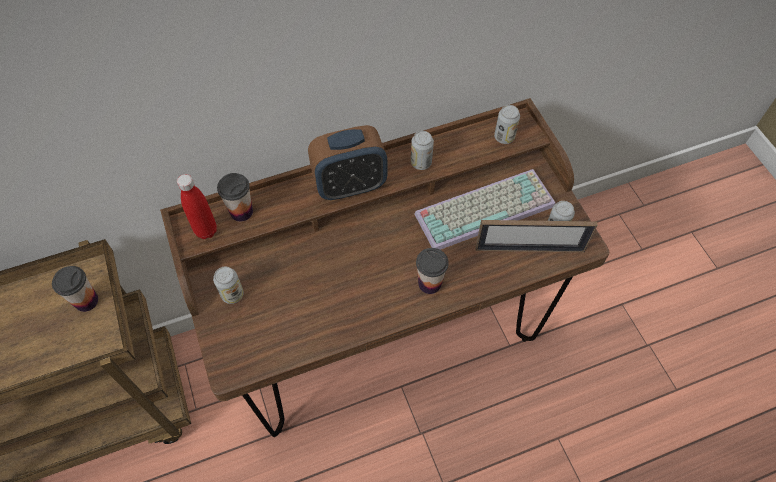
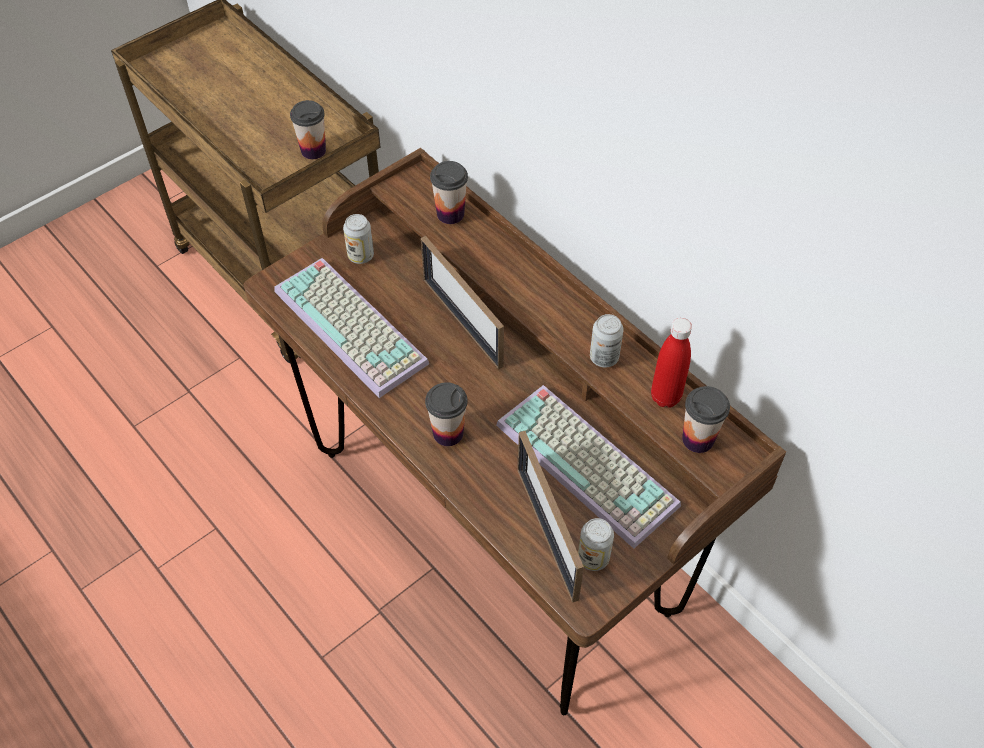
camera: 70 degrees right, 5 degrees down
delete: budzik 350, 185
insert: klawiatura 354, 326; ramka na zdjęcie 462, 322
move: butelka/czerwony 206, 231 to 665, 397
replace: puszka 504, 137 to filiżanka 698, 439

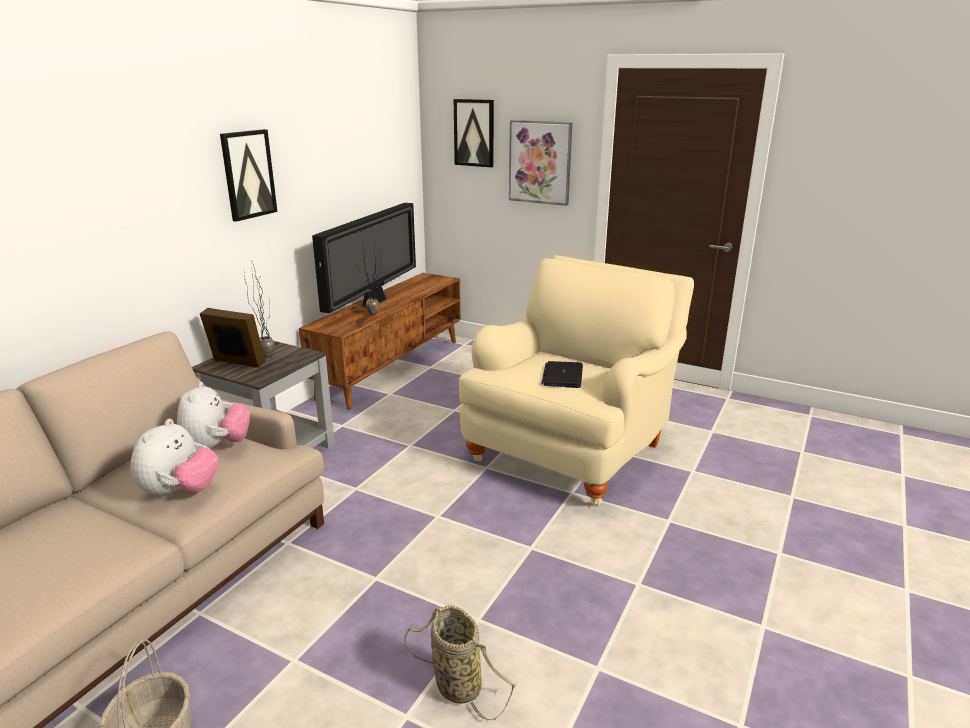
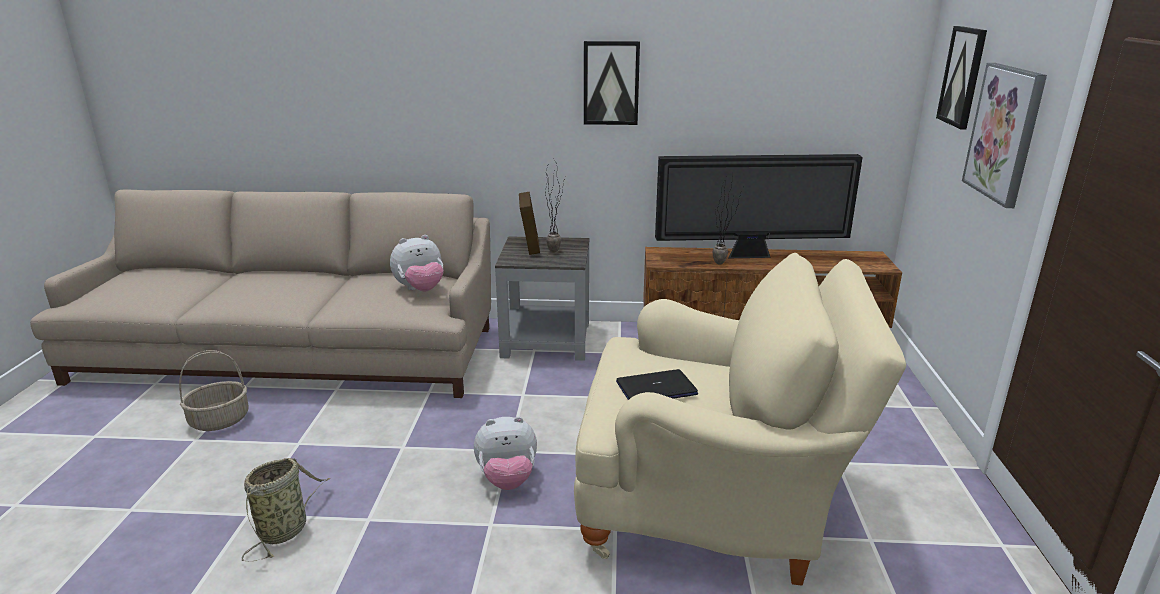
camera: 65 degrees right, 0 degrees up
move: pluszak 180, 492 to 507, 480

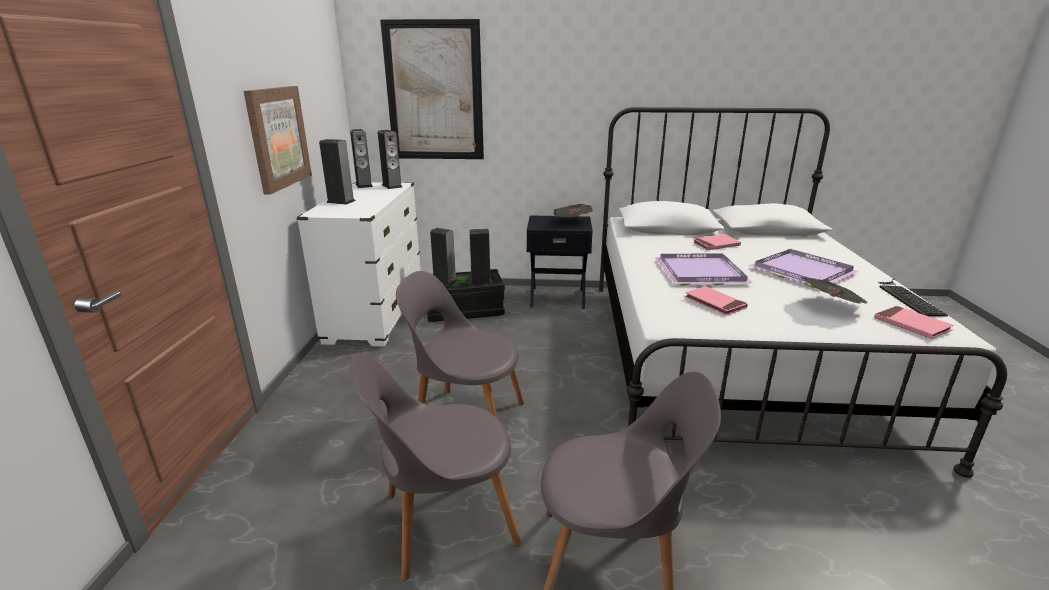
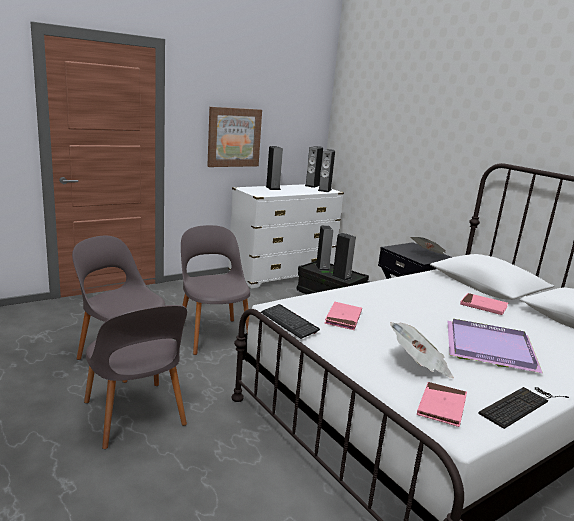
camera: 50 degrees right, 5 degrees down
delete: obraz 434, 92; taca/fioletowy 701, 272
insert: klawiatura 289, 322

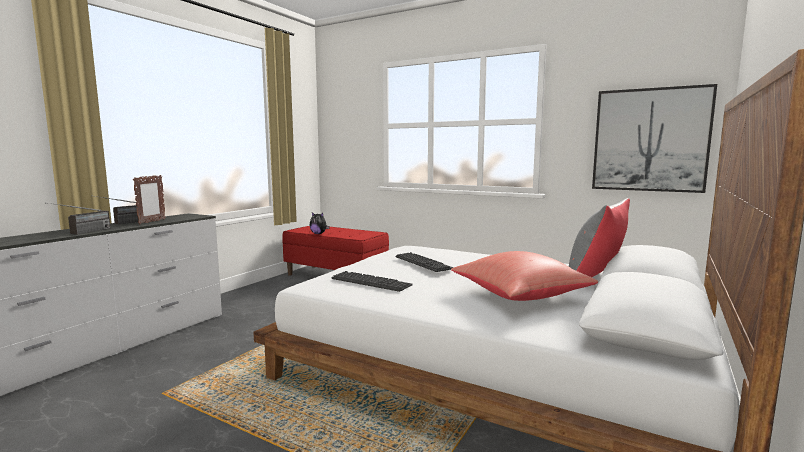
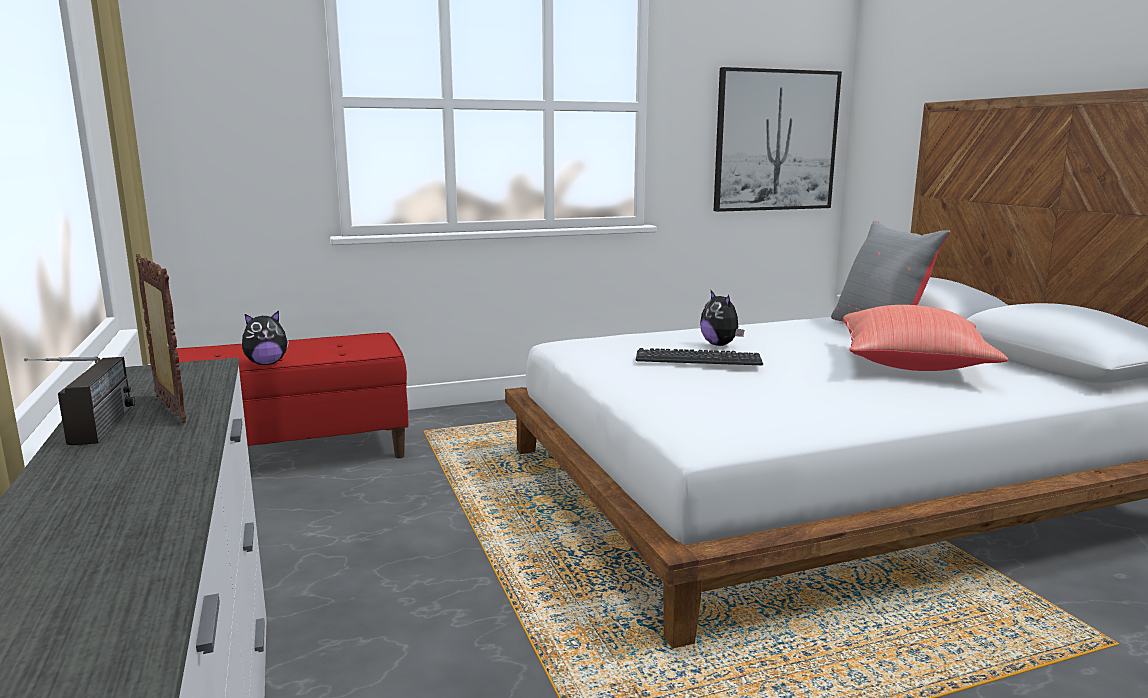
camera: 50 degrees left, 5 degrees up
delete: radio 82, 232; klawiatura 371, 282
insert: pluszak 720, 345

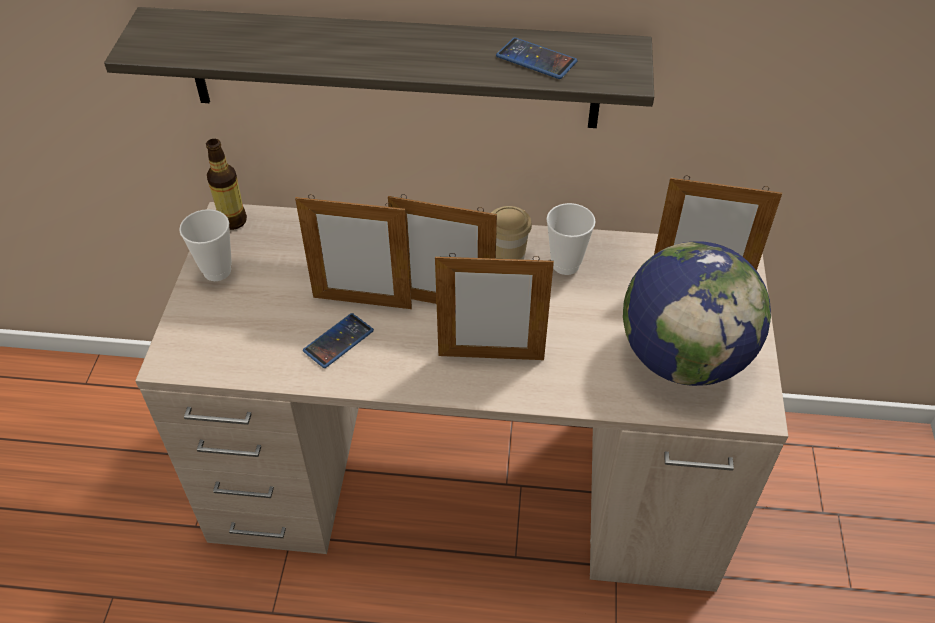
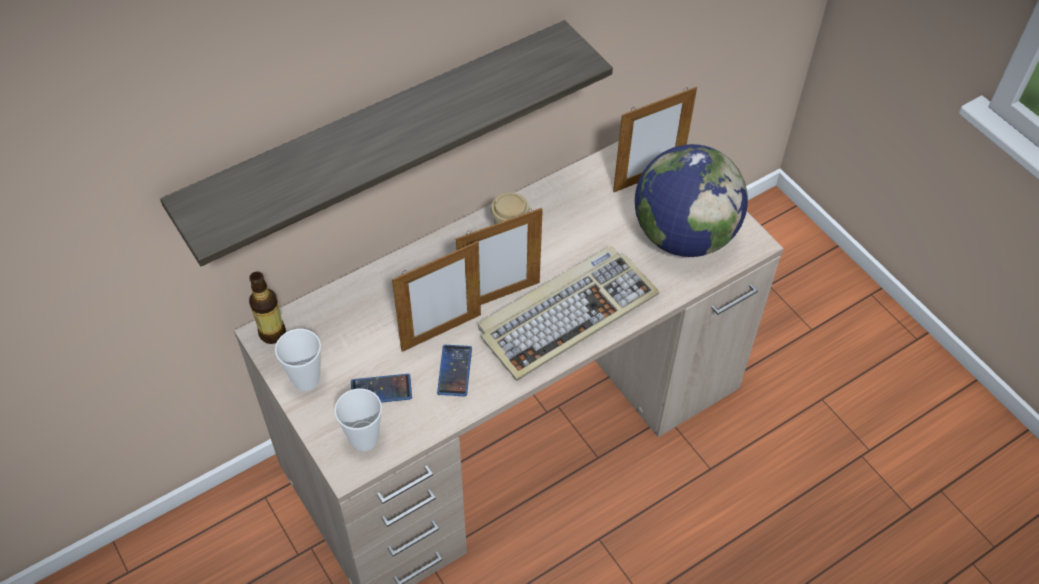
camera: 40 degrees left, 5 degrees up
move: filiżanka 565, 265 to 364, 439; telefon 536, 59 to 381, 390
replace: ramka na zdjęcie 491, 357 to klawiatura 567, 313

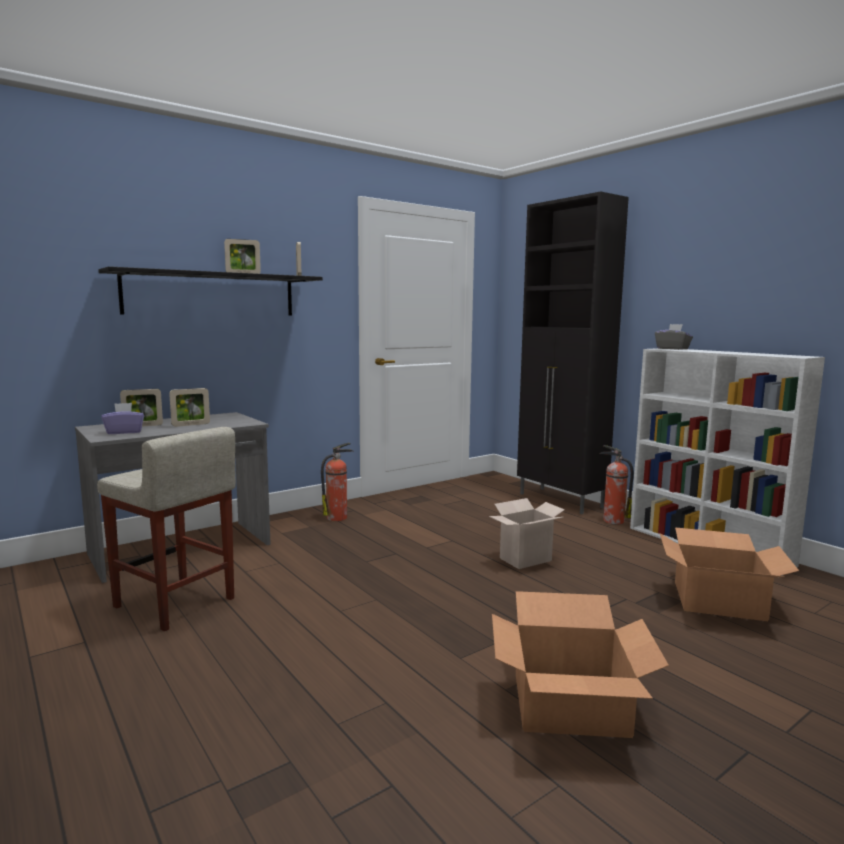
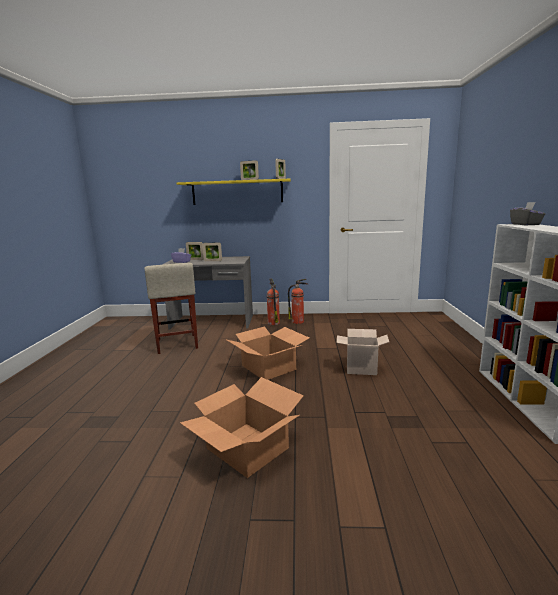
camera: 40 degrees right, 5 degrees up
delete: szafka/czarny 561, 501
move: karton 718, 600 to 269, 367; gaśnica 612, 520 to 273, 323
recolor: półka/czarny 211, 294 to półka/żółty 237, 192

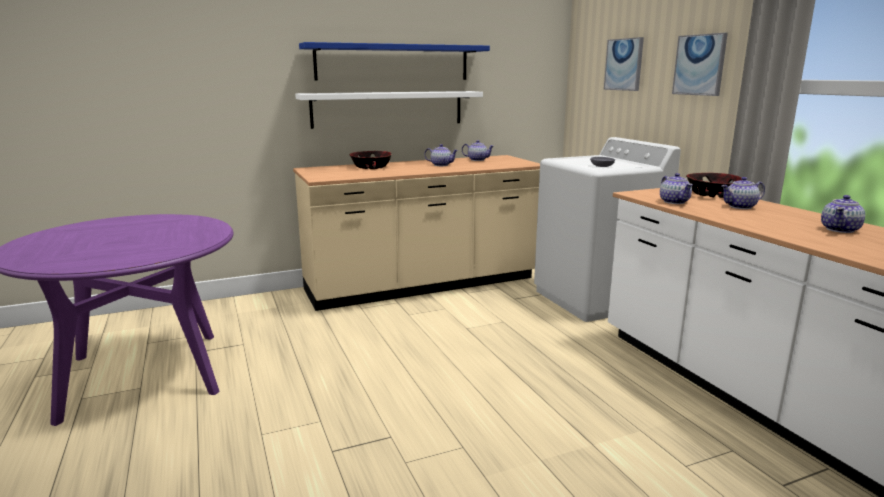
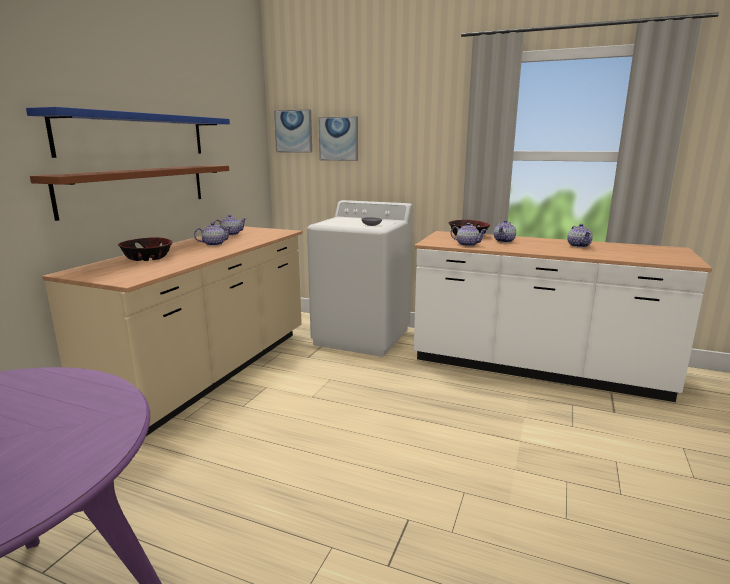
camera: 45 degrees left, 0 degrees up
move: obraz 699, 65 to 293, 131
recolor: półka/biały 388, 109 to półka/brązowy 136, 188

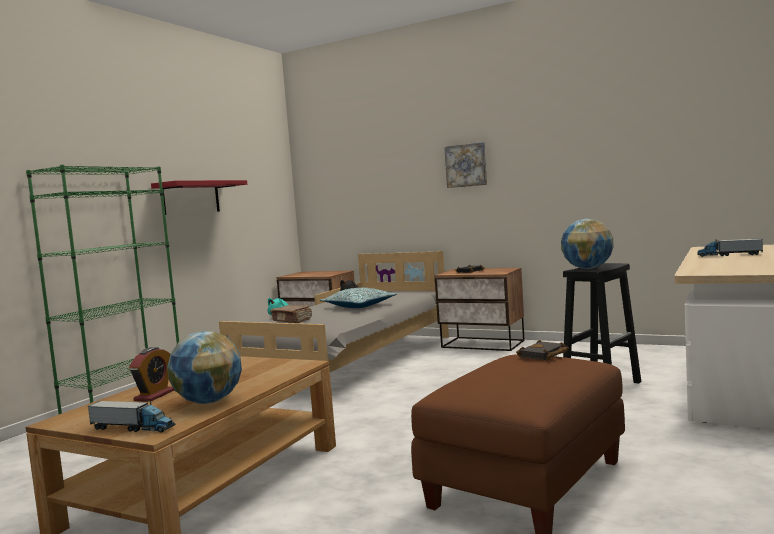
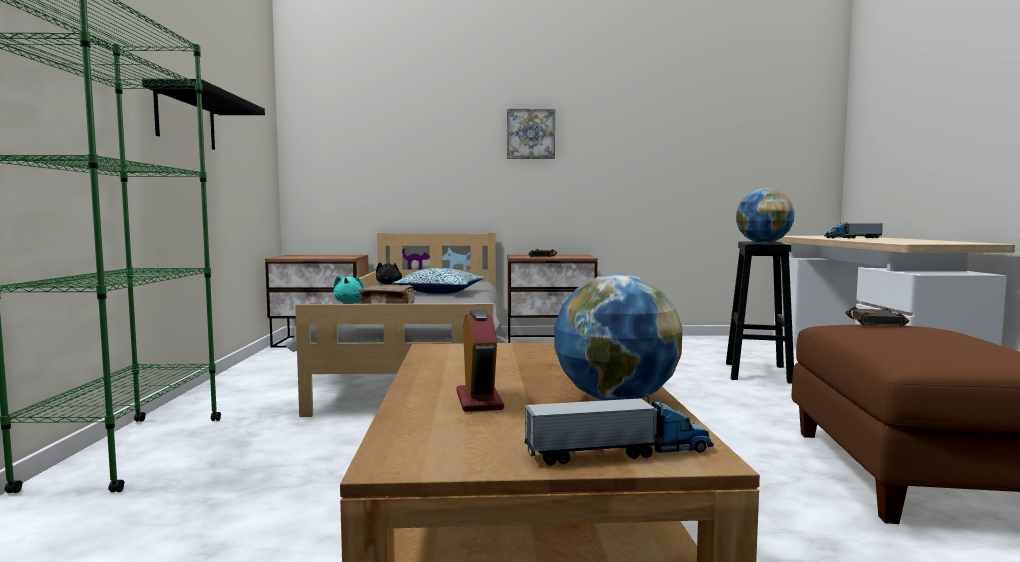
camera: 30 degrees left, 0 degrees up
recolor: półka/czerwony 191, 198 to półka/czarny 186, 119

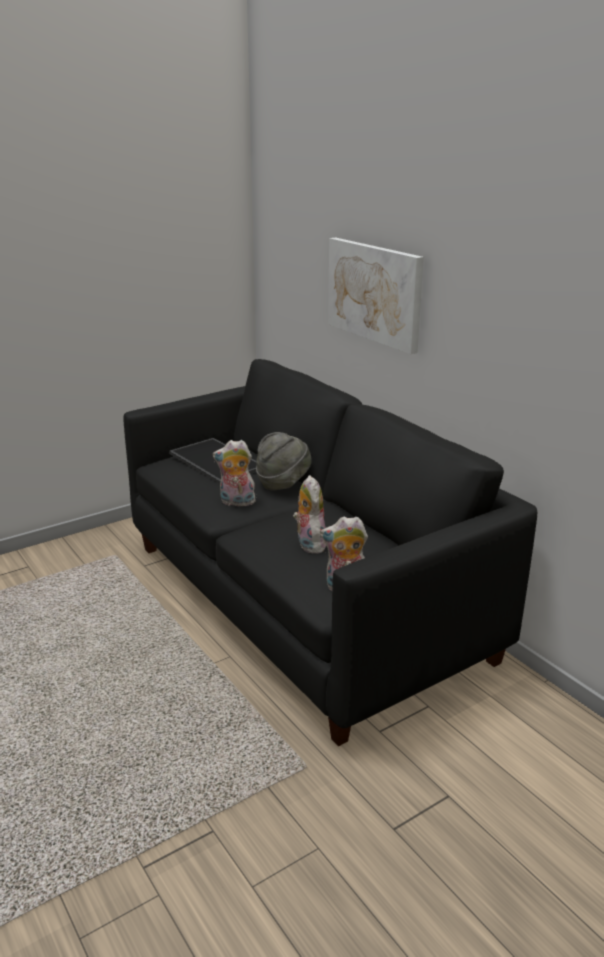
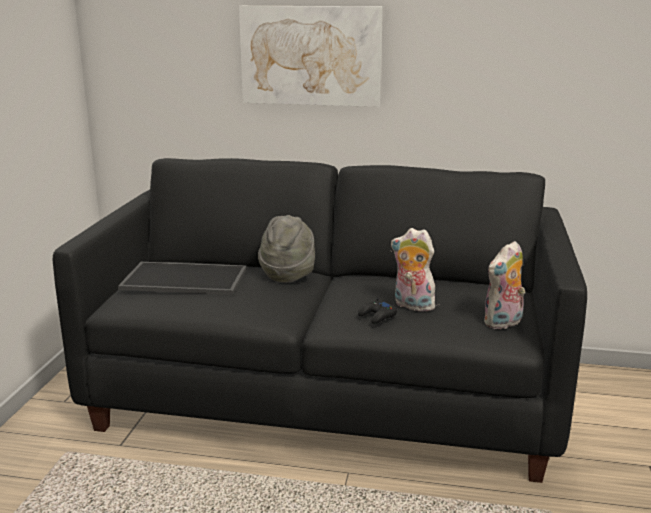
camera: 45 degrees left, 5 degrees down
delete: pluszak 236, 502
insert: pad do gier/czarny 377, 316

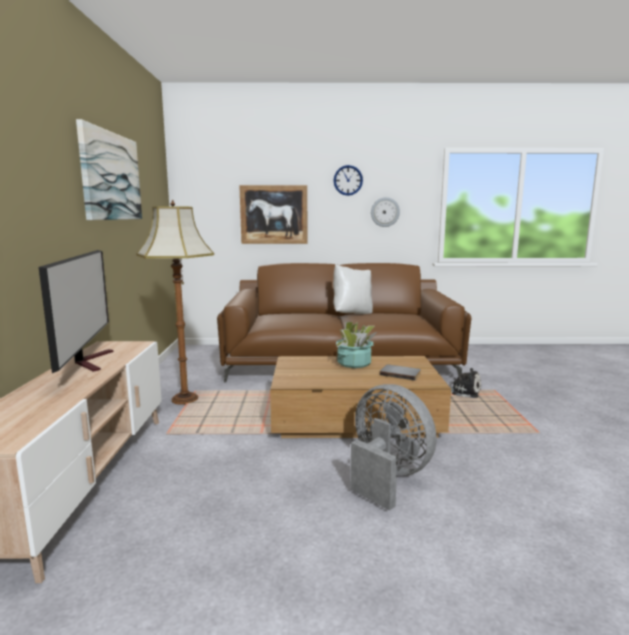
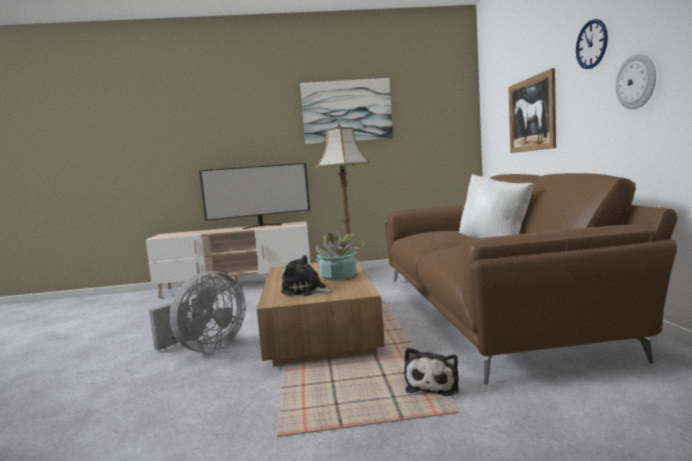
camera: 85 degrees right, 5 degrees down
replace: książka/szary 400, 373 to pluszak 305, 291

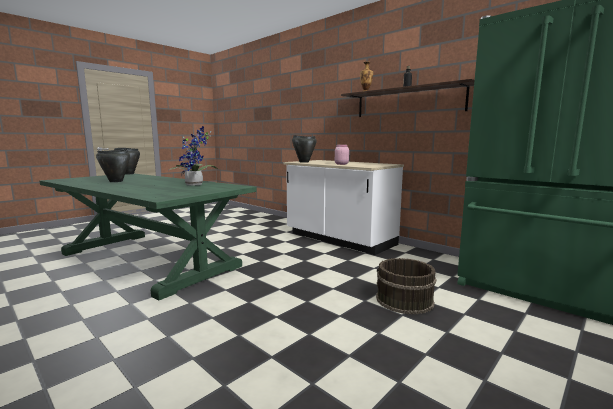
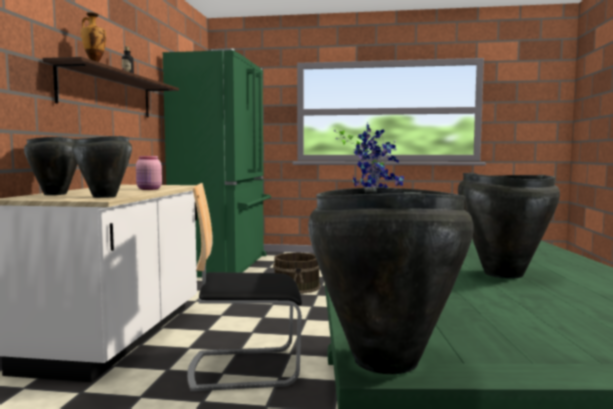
camera: 125 degrees left, 5 degrees down
insert: garnek/czarny 55, 194; krzesło 244, 368

